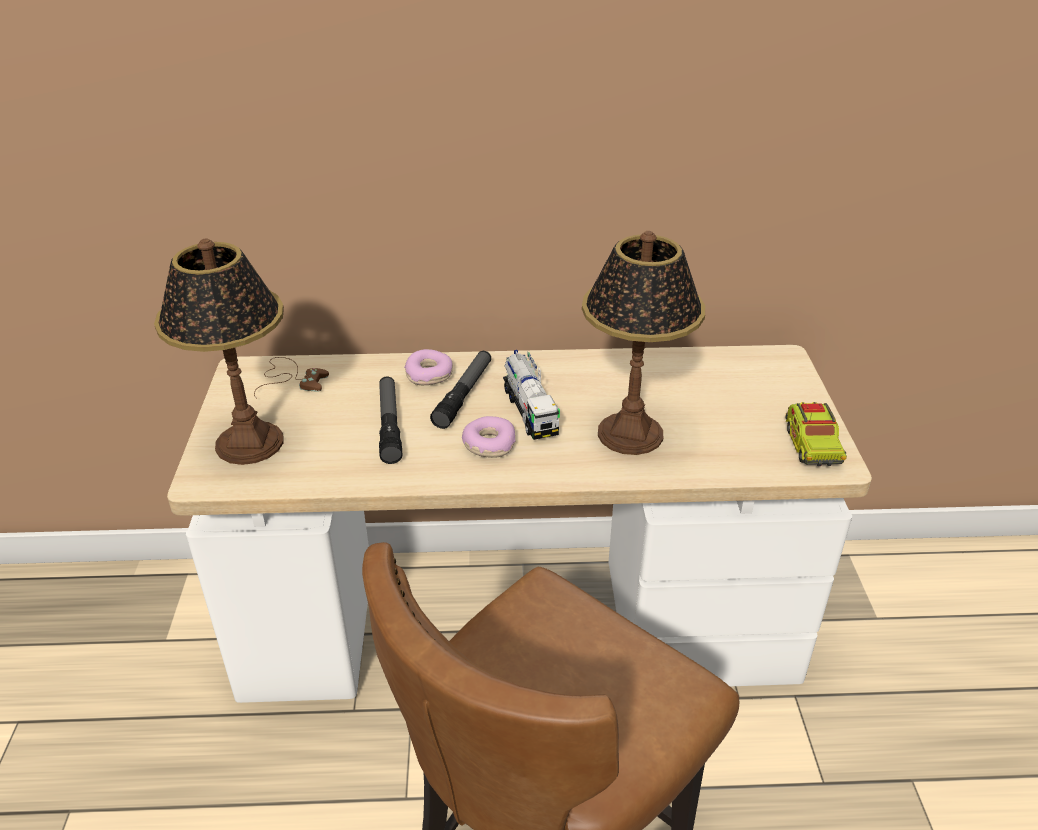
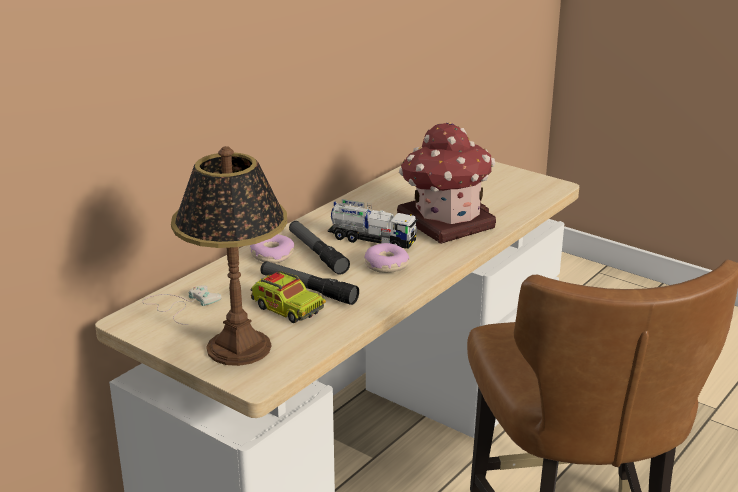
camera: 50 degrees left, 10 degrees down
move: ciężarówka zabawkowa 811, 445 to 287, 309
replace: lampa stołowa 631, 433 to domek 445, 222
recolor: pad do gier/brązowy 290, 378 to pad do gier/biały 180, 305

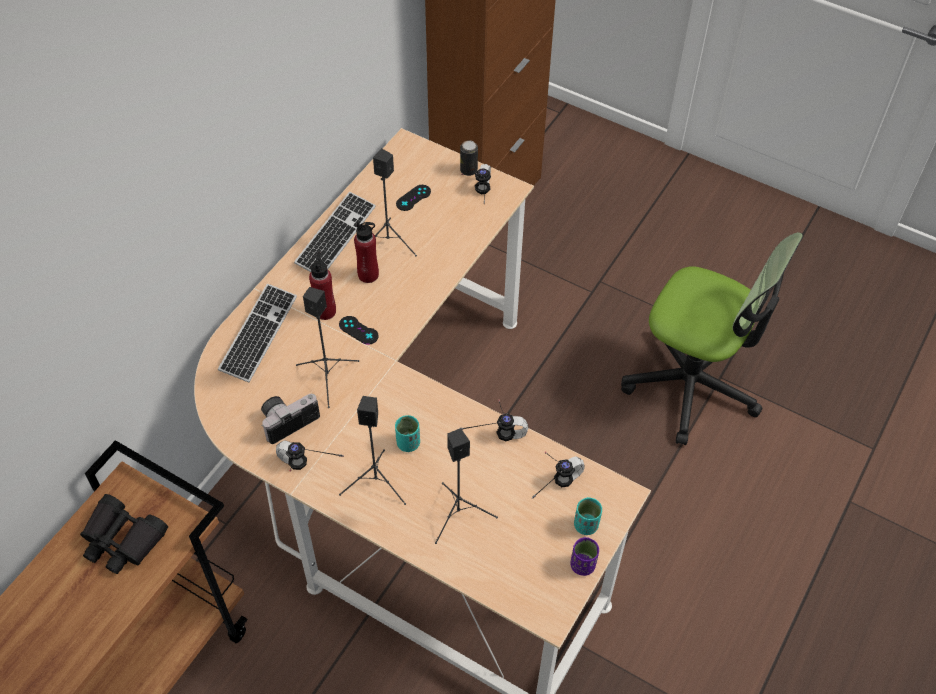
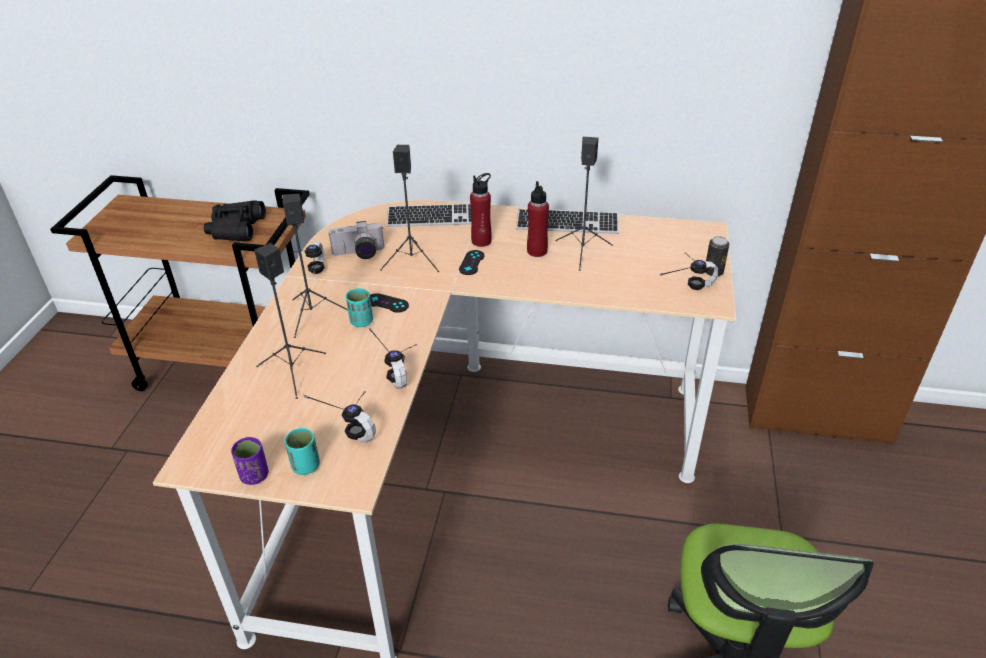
camera: 70 degrees right, 15 degrees down
move: pad do gier/czarny 413, 198 to 387, 303
rotate: aparat fotograficzny 288, 419 = 359, 254 135 degrees clockwise

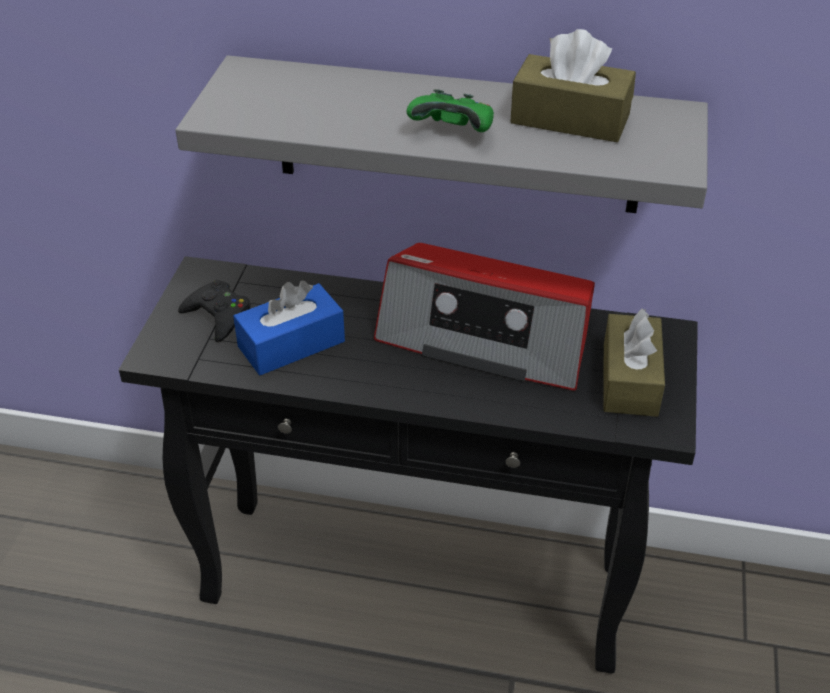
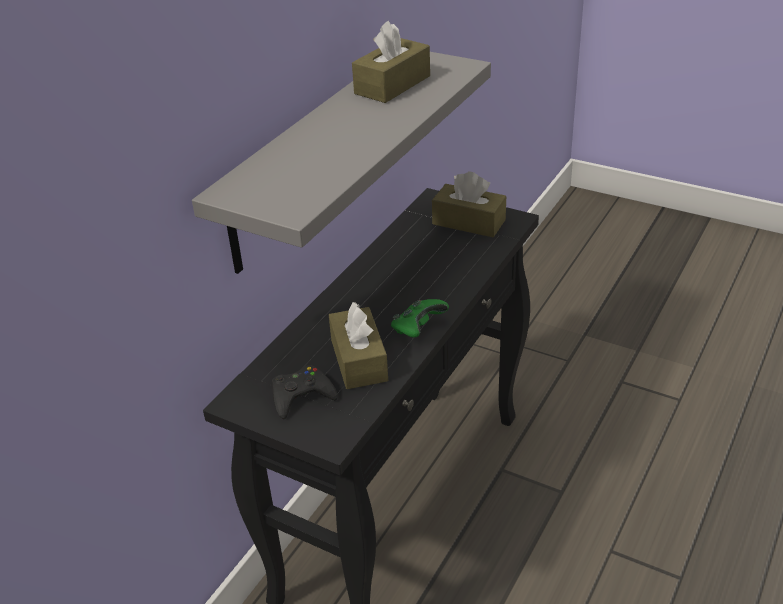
camera: 70 degrees left, 5 degrees down
delete: radio 487, 336
move: pad do gier/zielony 454, 132 to 418, 329
recolor: pudełko chusteczek/niebieski 291, 344 to pudełko chusteczek/brązowy 359, 360

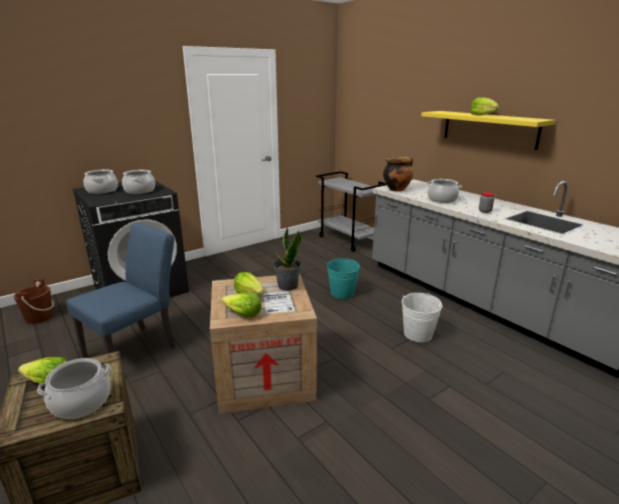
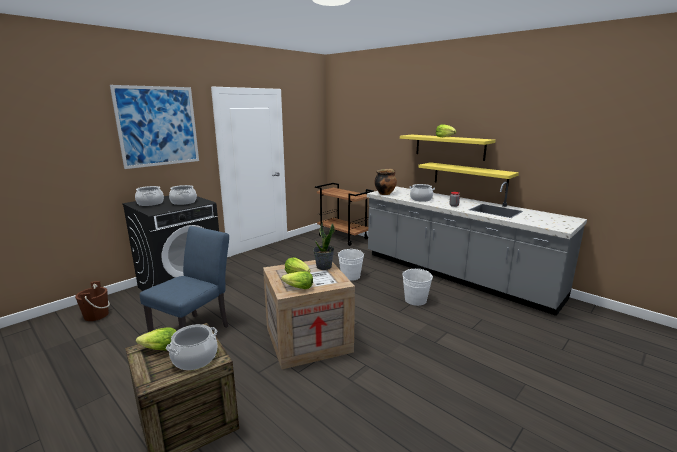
camera: 10 degrees left, 5 degrees down
insert: obraz 158, 126; półka/żółty 469, 177
recolor: wózek/szary 348, 240 to wózek/brązowy 343, 237; wiadro/turkusowy 342, 293 to wiadro/biały 350, 276

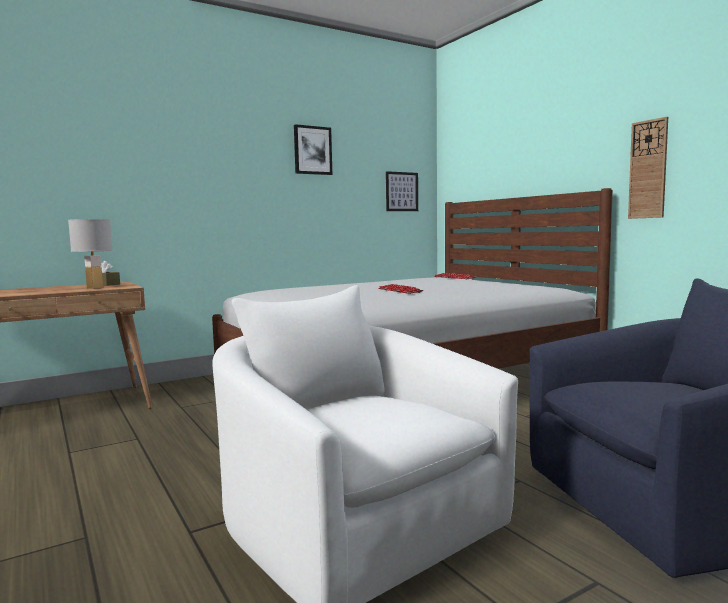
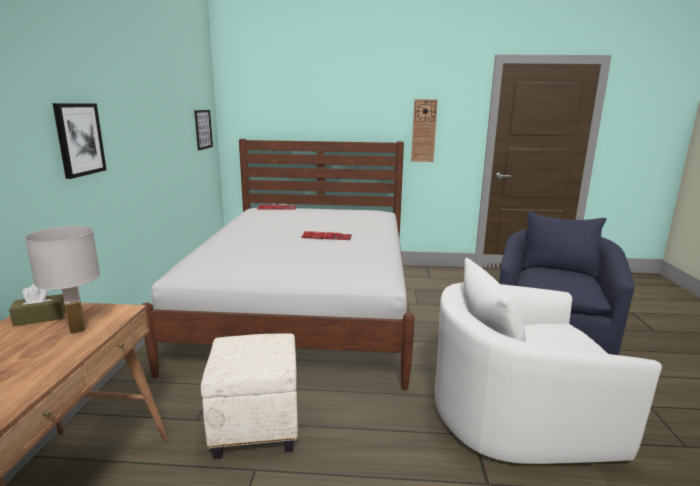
camera: 55 degrees left, 10 degrees up
insert: pufa/biały 255, 425
move: obraz 312, 150 to 79, 139

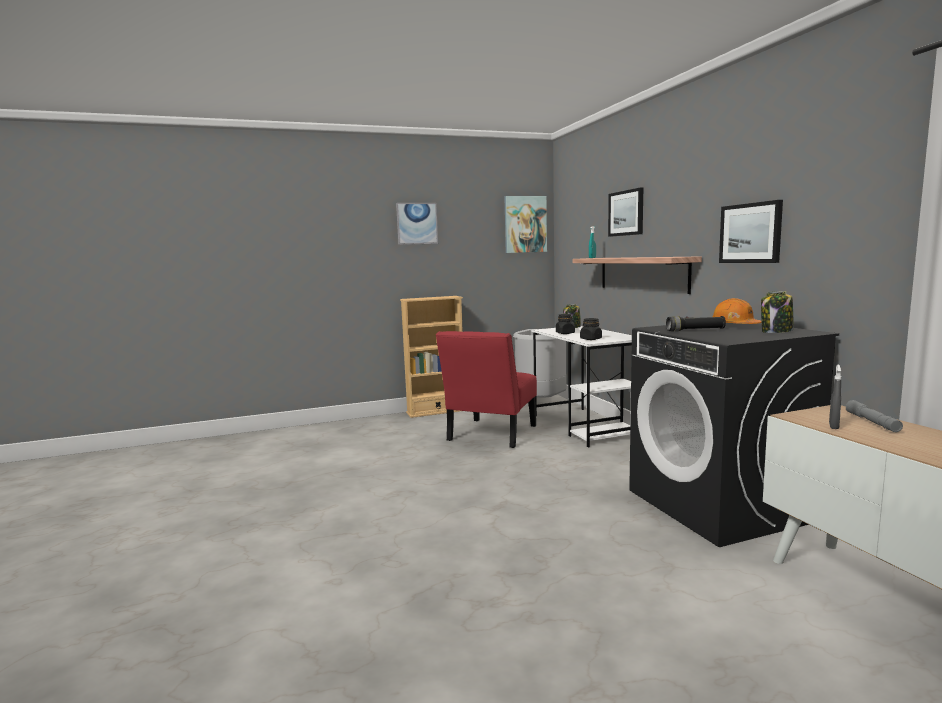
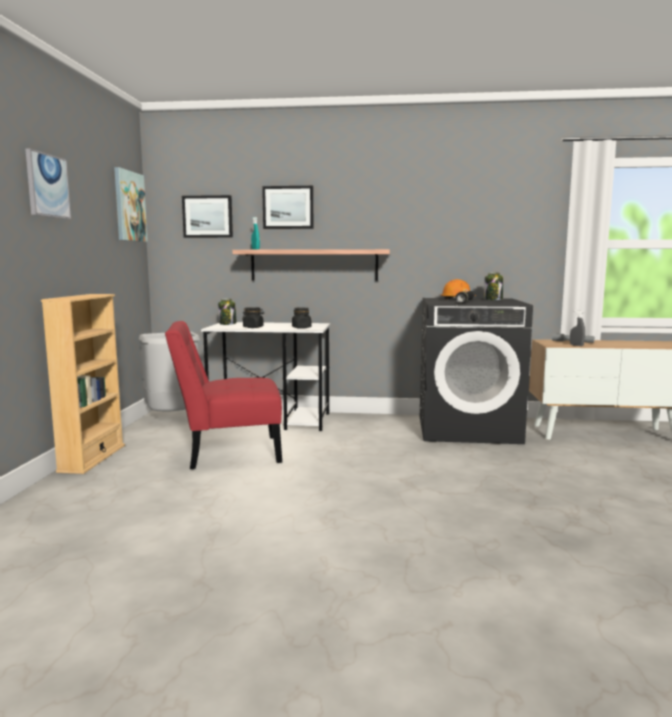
camera: 65 degrees left, 0 degrees up
move: obraz 750, 233 to 207, 216
rotate: krzesło/czerwony 490, 435 = 228, 452 120 degrees clockwise

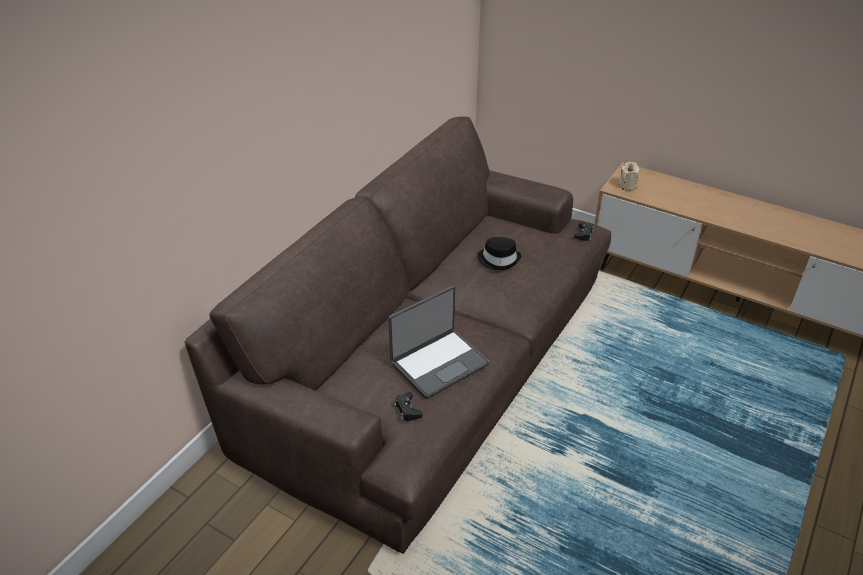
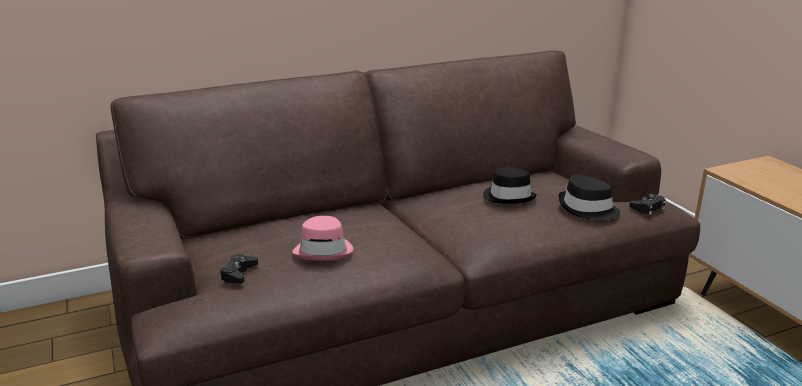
camera: 35 degrees right, 15 degrees down
delete: świeca/beżowy 627, 186
insert: kapelusz/czarny 587, 209
replace: laptop 438, 363 to kapelusz/różowy 324, 250

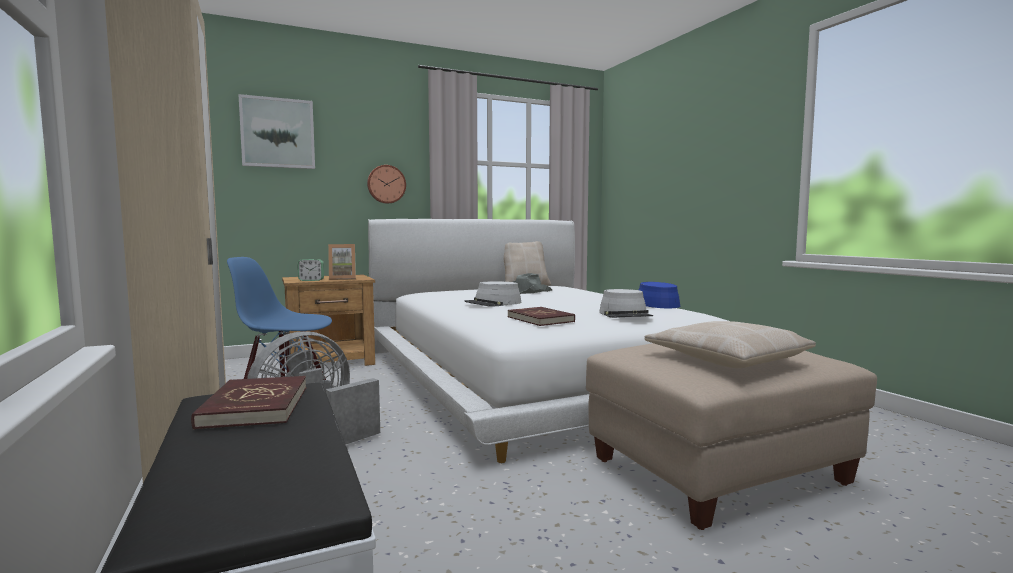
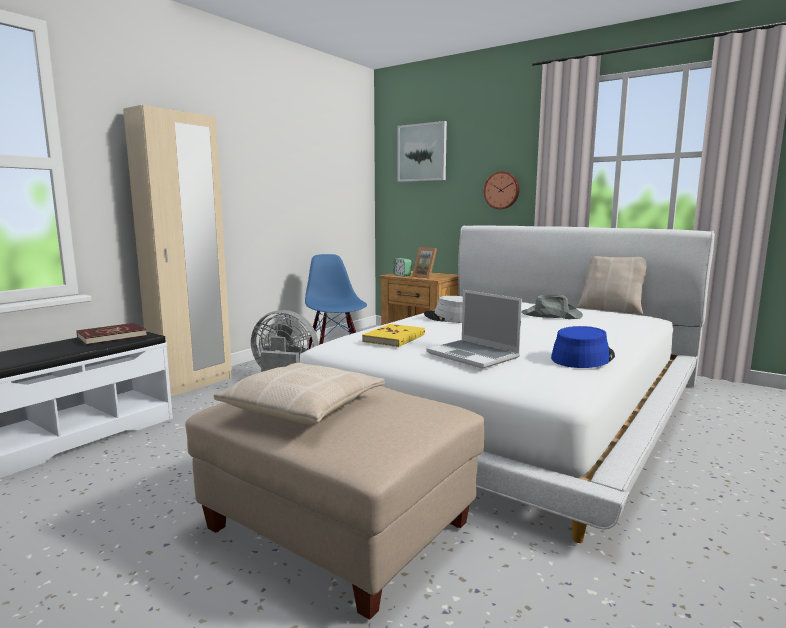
camera: 60 degrees right, 5 degrees up
replace: kapelusz/szary 625, 314 to laptop 474, 355
recolor: książka/czerwony 540, 319 to książka/żółty 394, 338

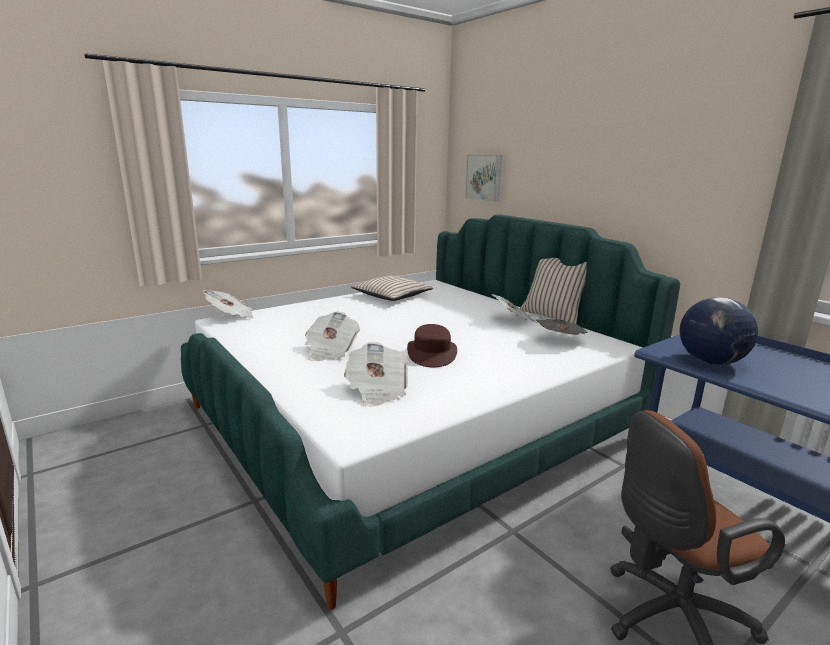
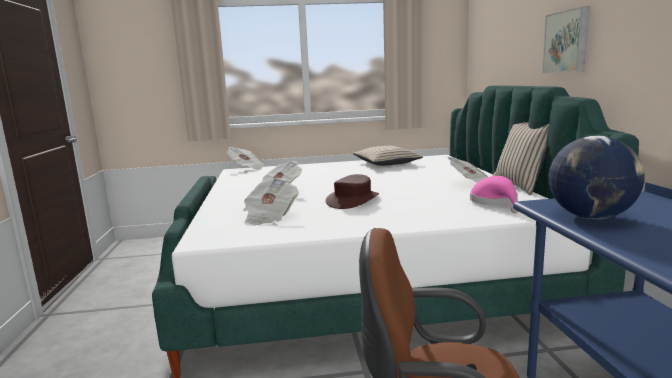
camera: 30 degrees right, 5 degrees down
move: obraz 484, 177 to 567, 42
replace: gazeta 560, 340 to kapelusz/różowy 495, 202

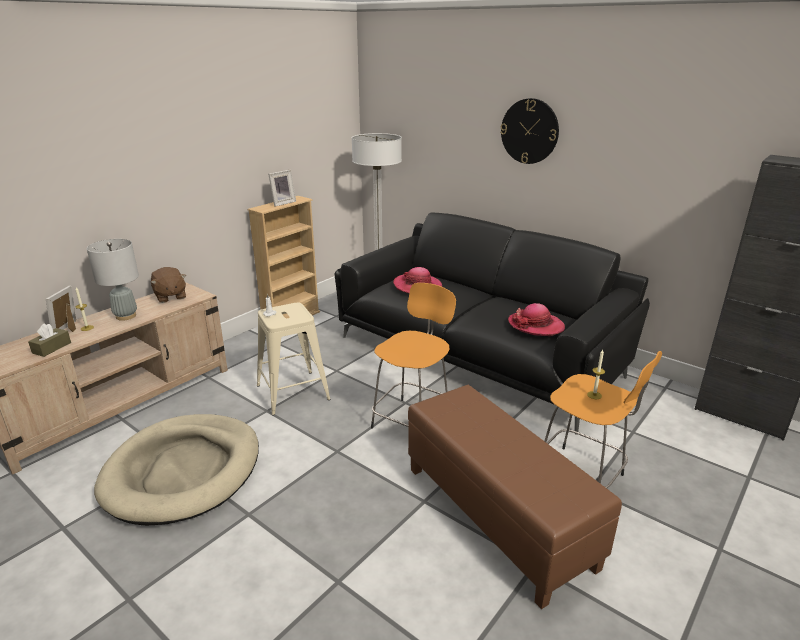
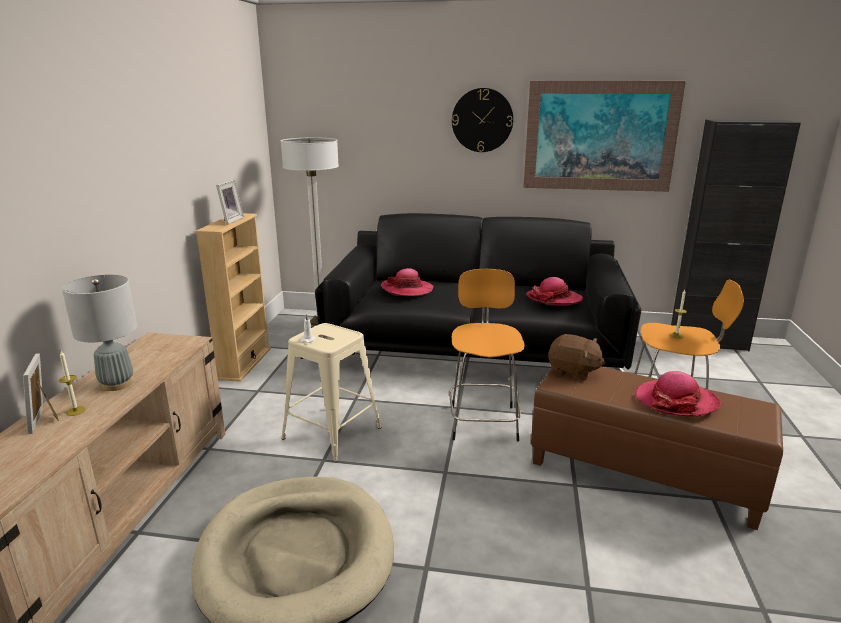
camera: 30 degrees left, 5 degrees down
delete: pudełko chusteczek/brązowy 52, 348
insert: obraz 600, 136; kapelusz 676, 401
move: pluszak/brązowy 170, 296 to 573, 372

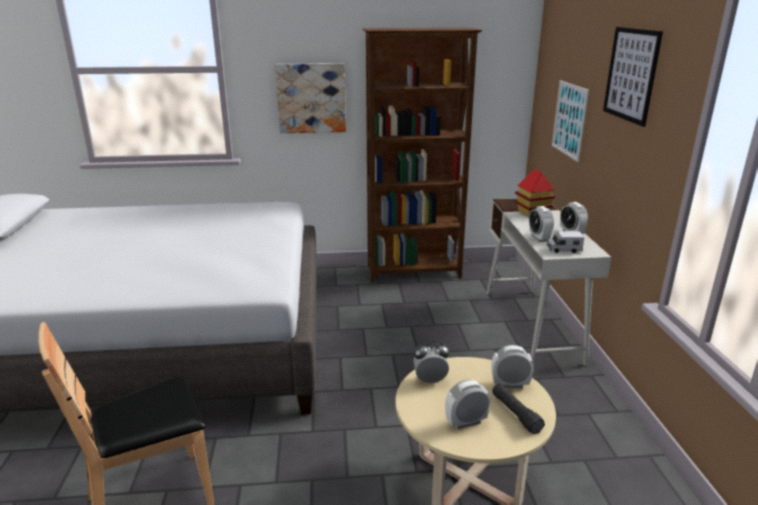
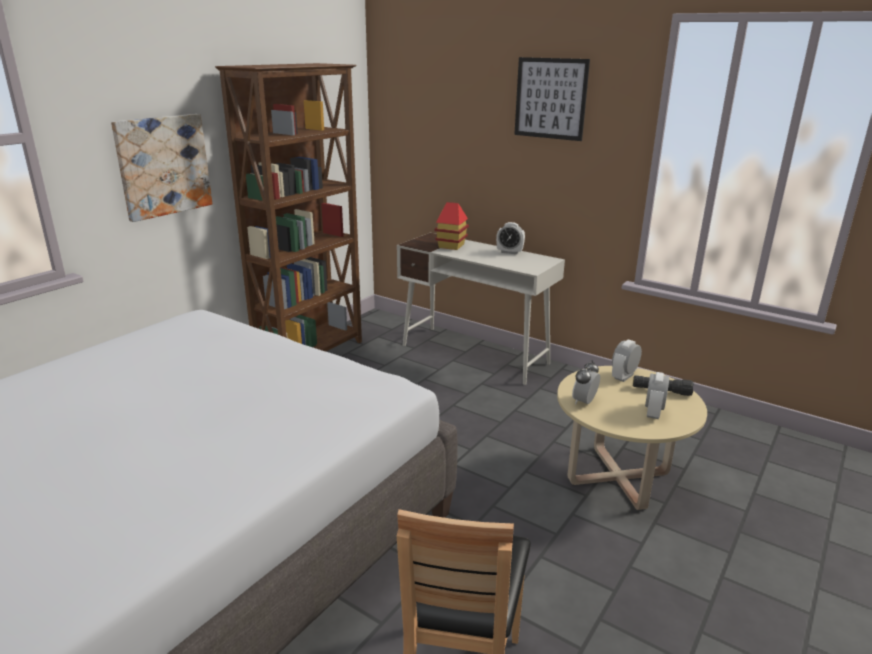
camera: 50 degrees left, 0 degrees up
delete: budzik 539, 238; ciężarówka zabawkowa 563, 249; obraz 569, 120

